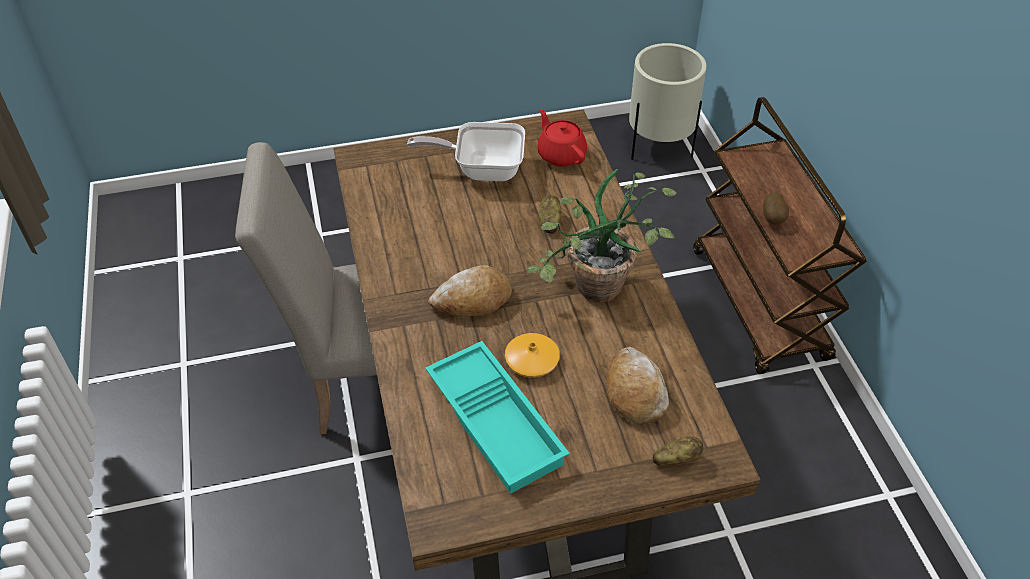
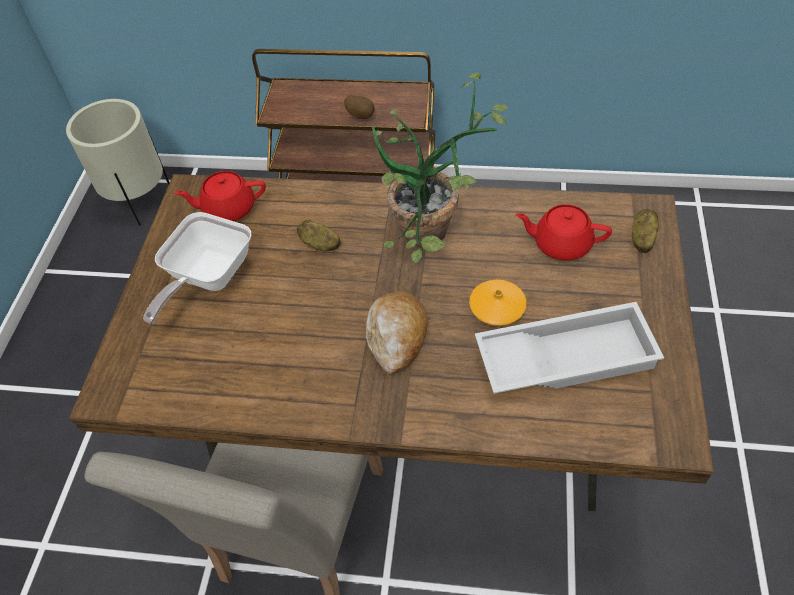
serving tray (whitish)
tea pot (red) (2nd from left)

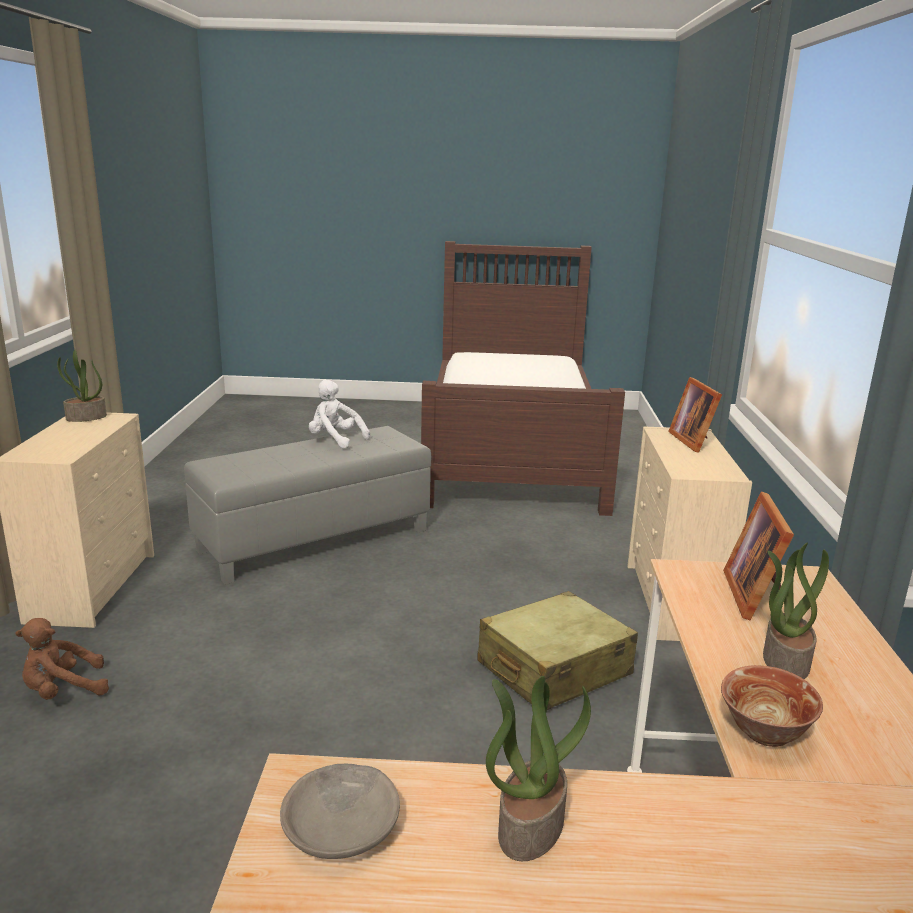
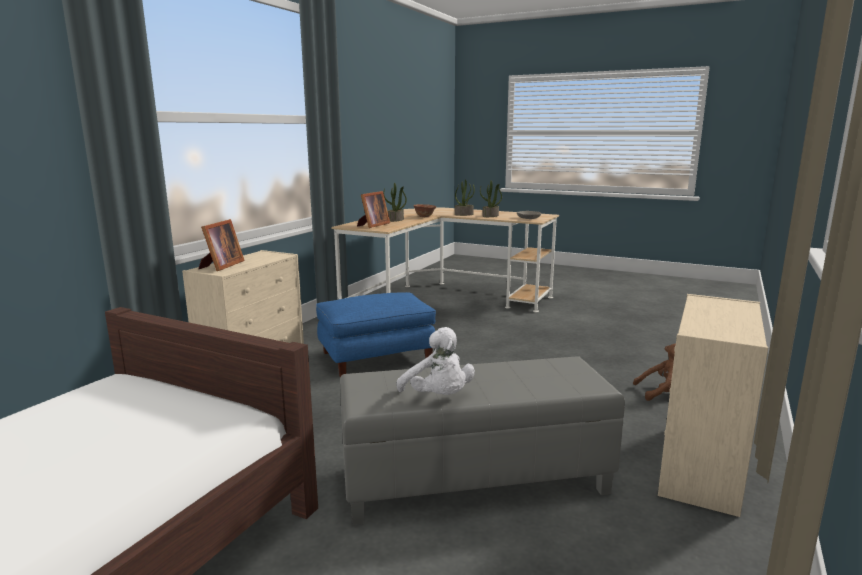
houseplant (2nd from left)
pouffe (blue-coloured)

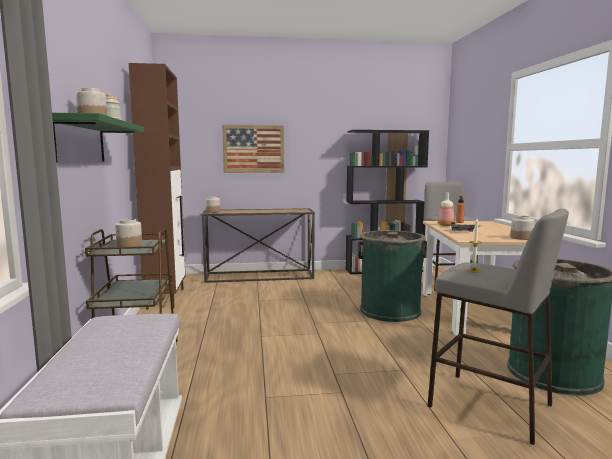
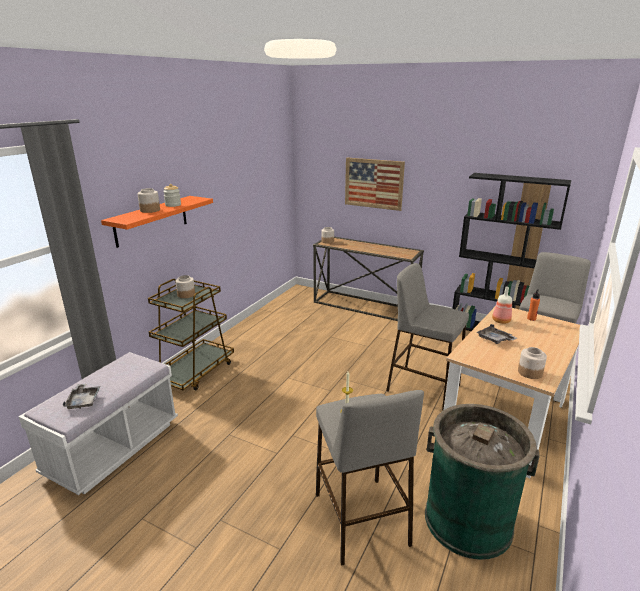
wall shelf (orange-coloured)
cabinet (brown)
stool seat (gray) (2nd from left)
serving tray (gray) (1st from left)

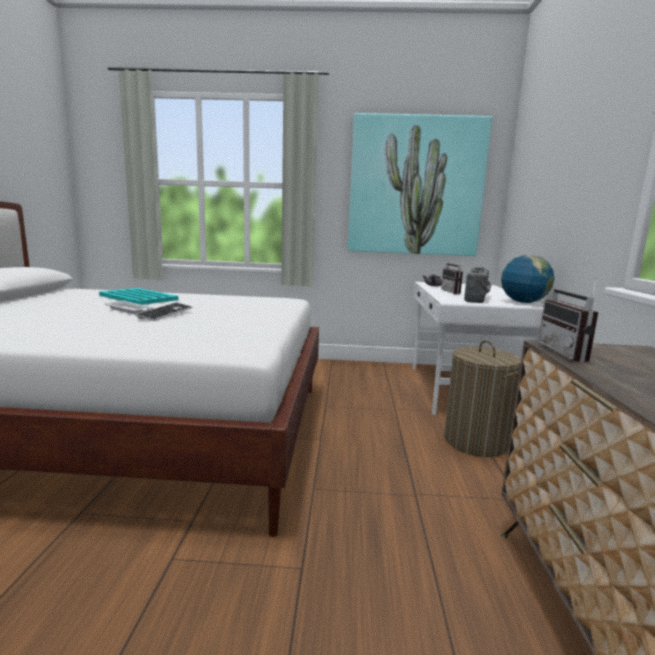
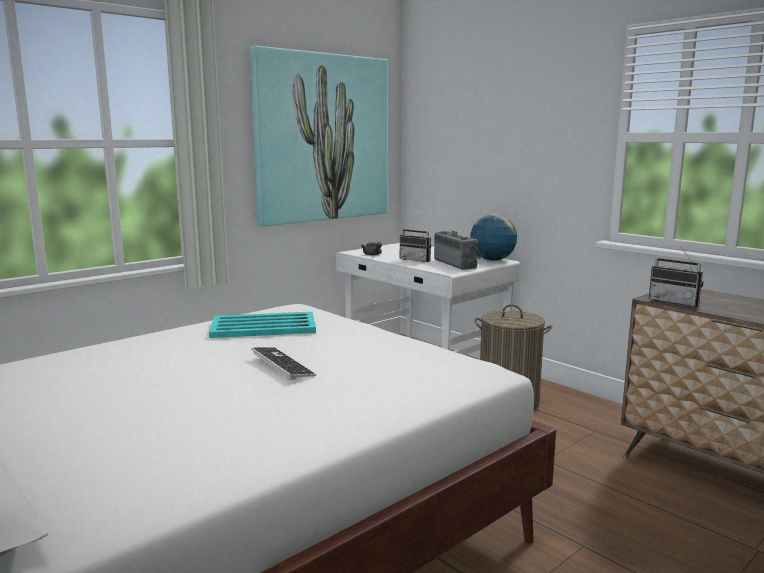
serving tray (turquoise-coloured)
serving tray (whitish)

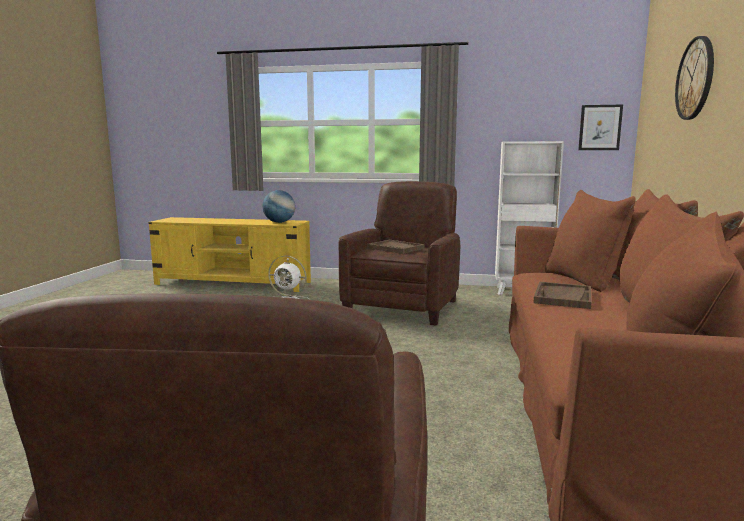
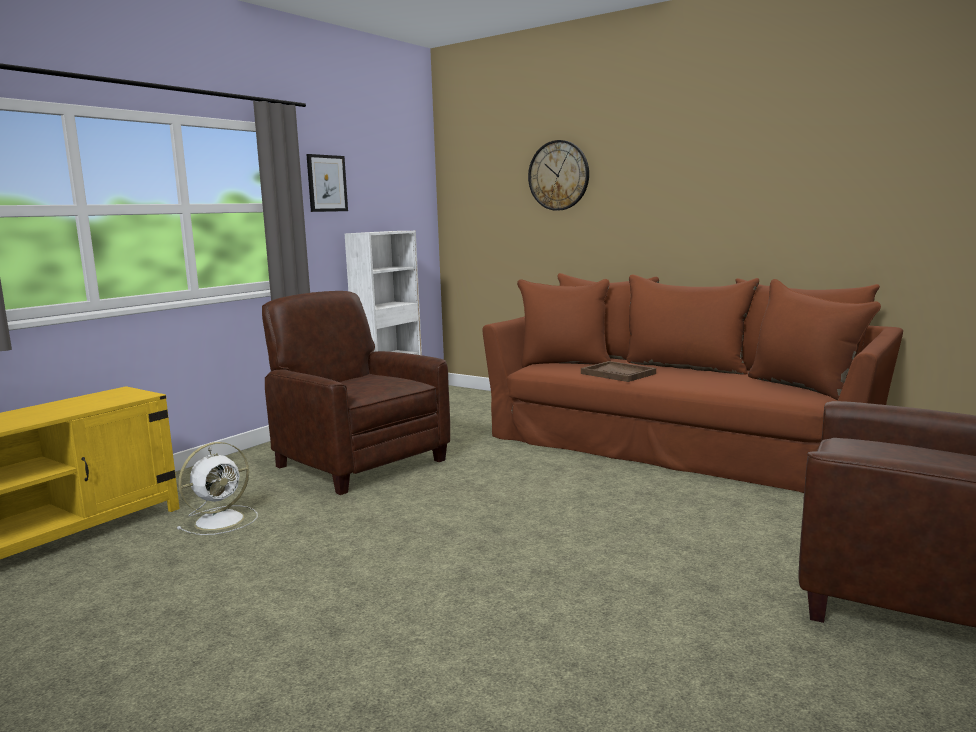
globe
serving tray (brown) (1st from left in the first image)
wall picture

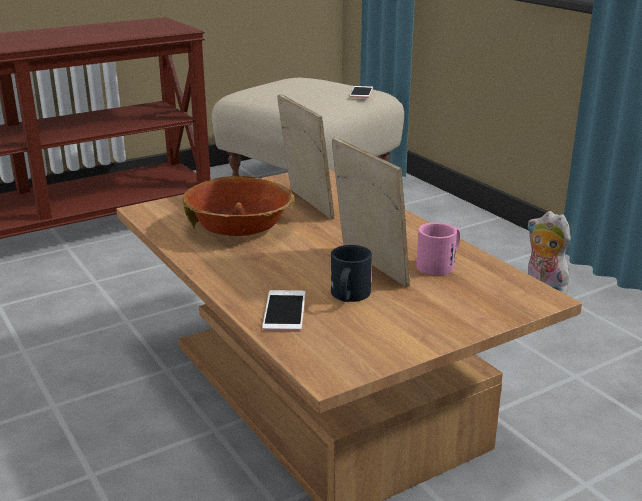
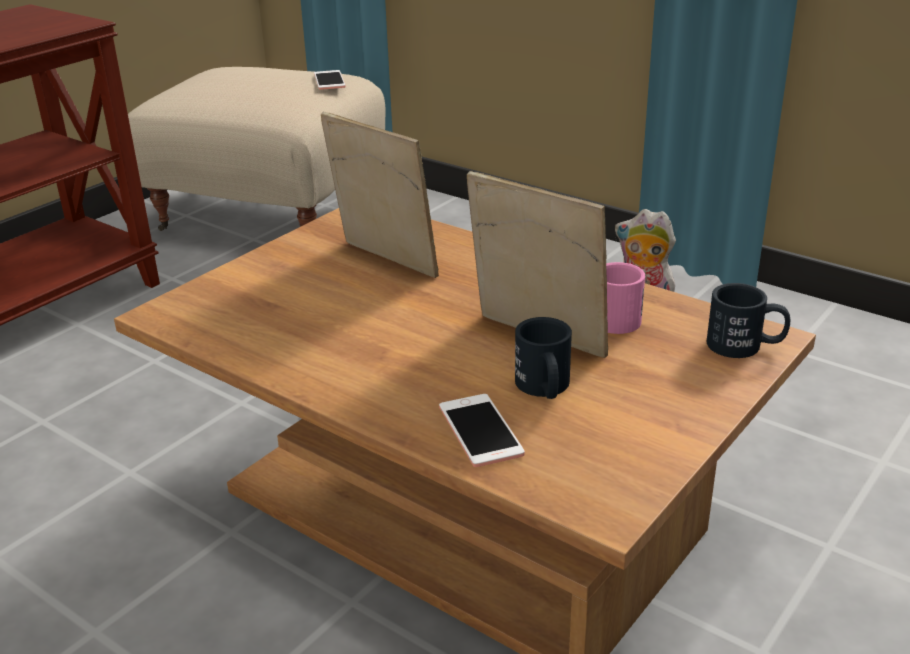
deep dish
tea mug (black-coloured) (2nd from left)

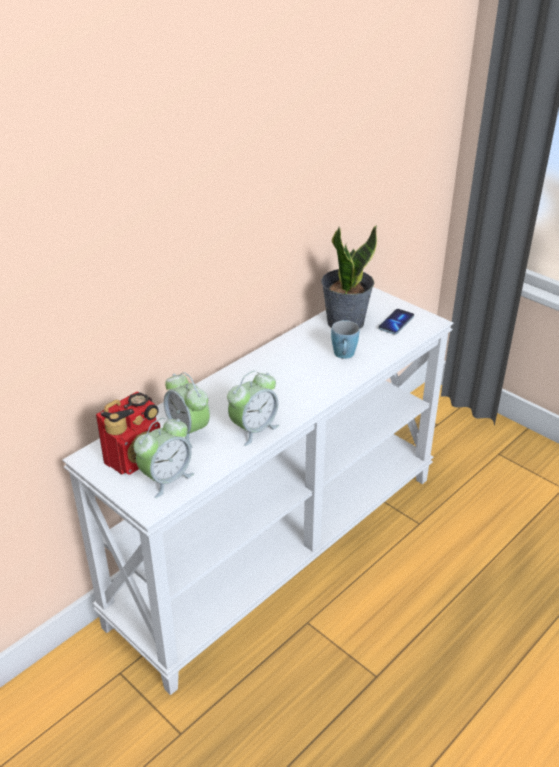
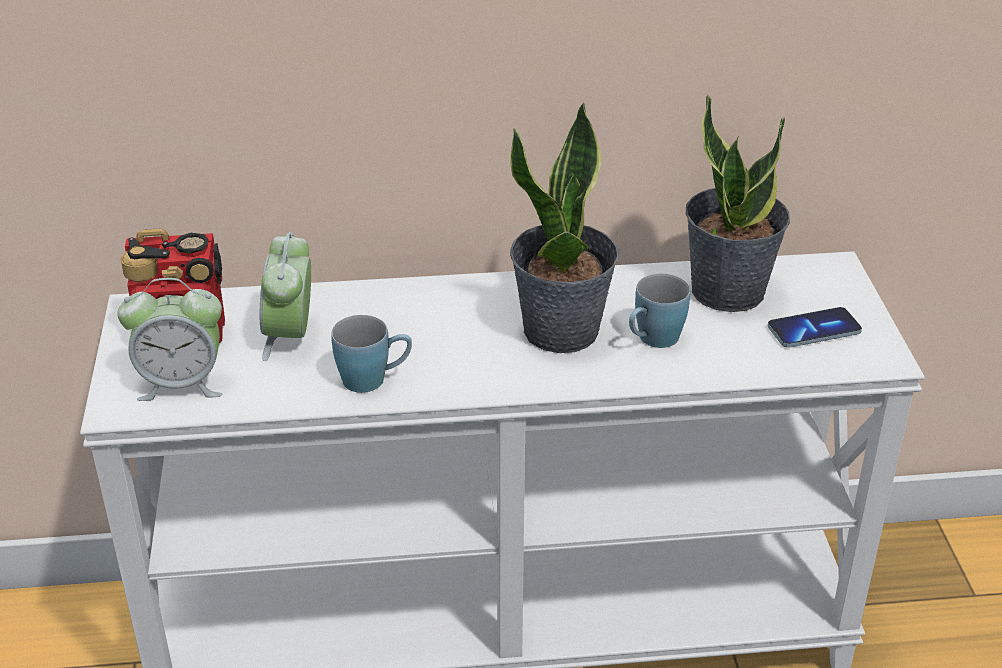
tea mug (blue-coloured) (1st from left)
houseplant (1st from left)

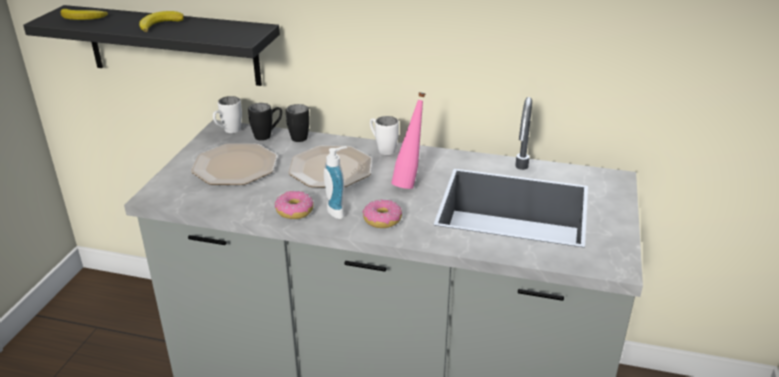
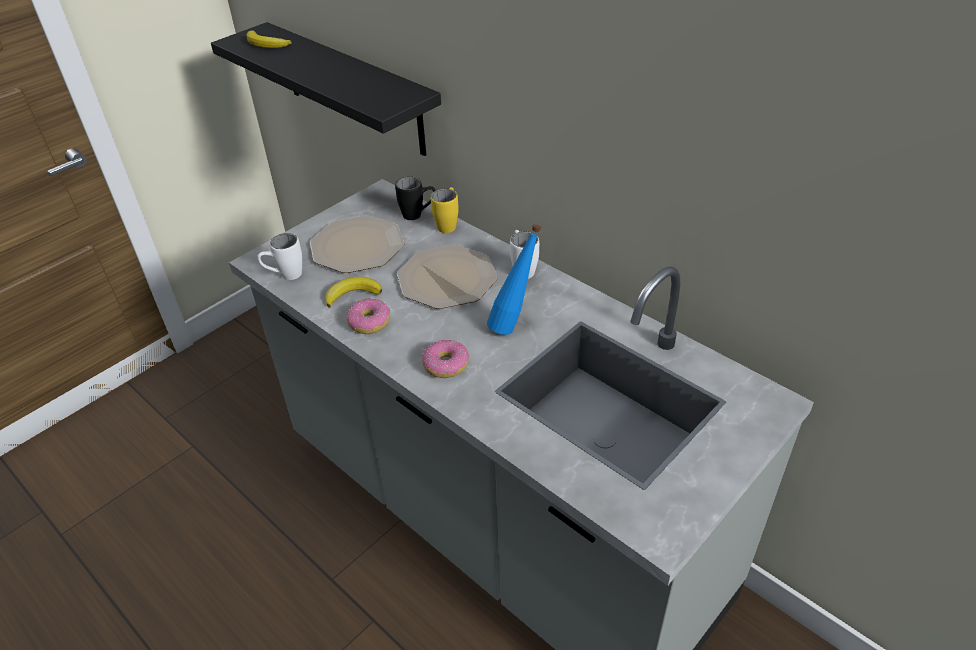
banana (2nd from left)
tea mug (whitish) (1st from left)
tea mug (yellow-coloured)
liquid soap bottle
drink bottle (blue-coloured)

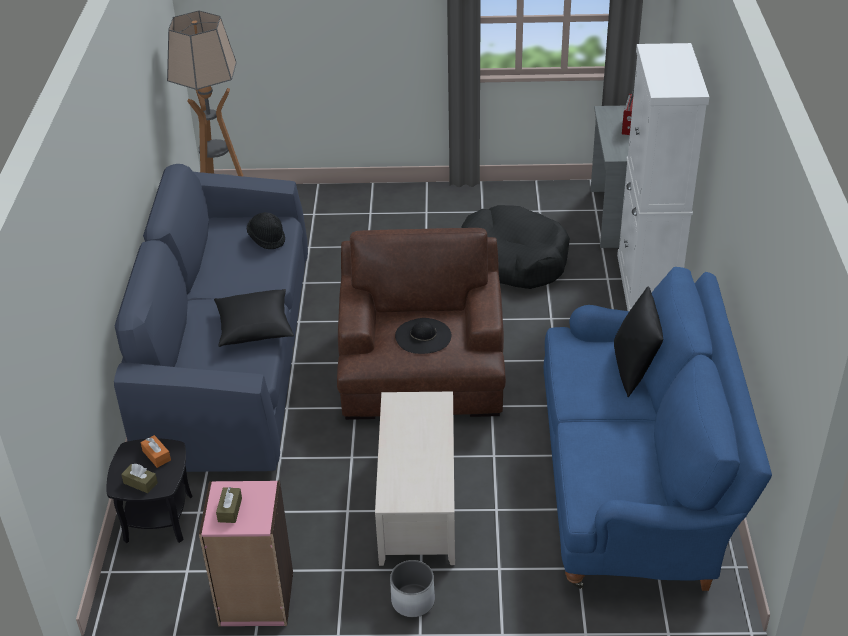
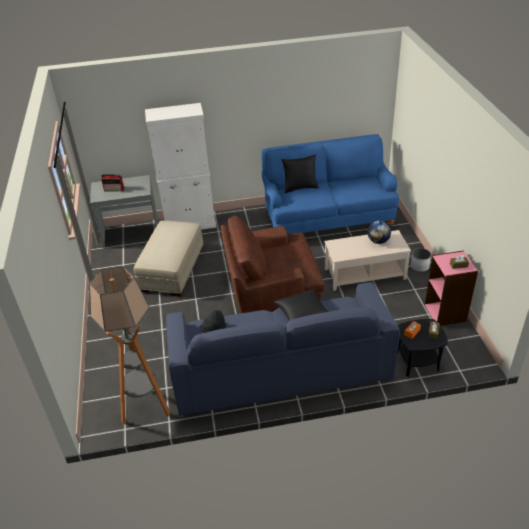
hat (black-coloured) (2nd from left in the first image)
pouffe (beige)
globe

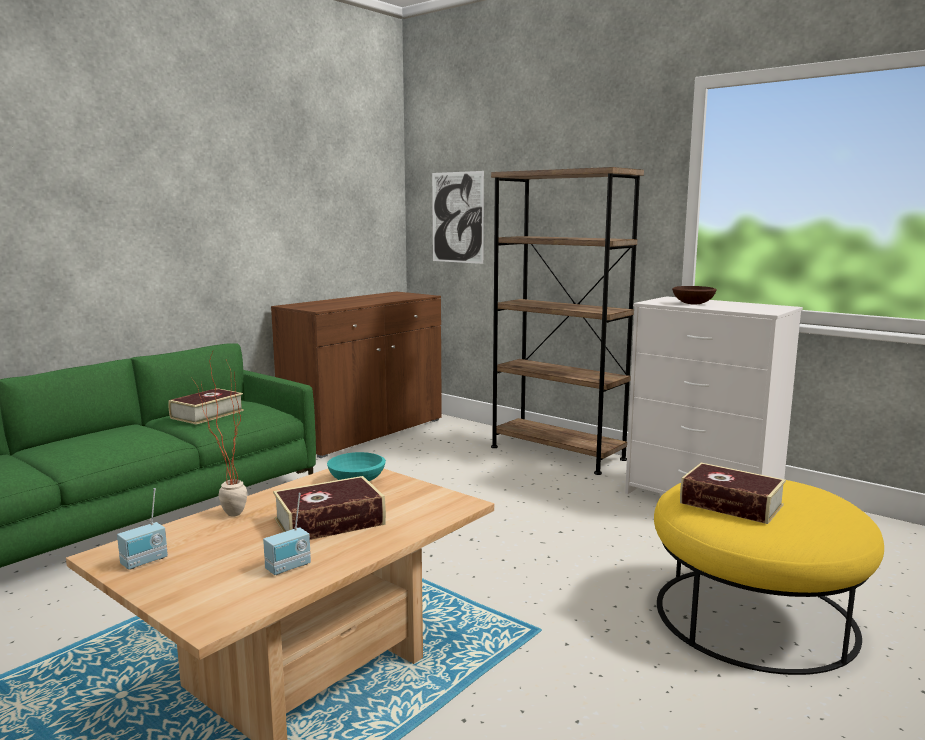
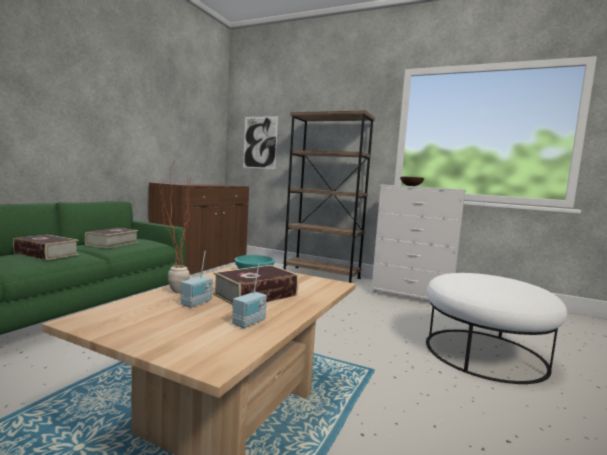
radio (1st from left)
pouffe (whitish)
volume (1st from left)

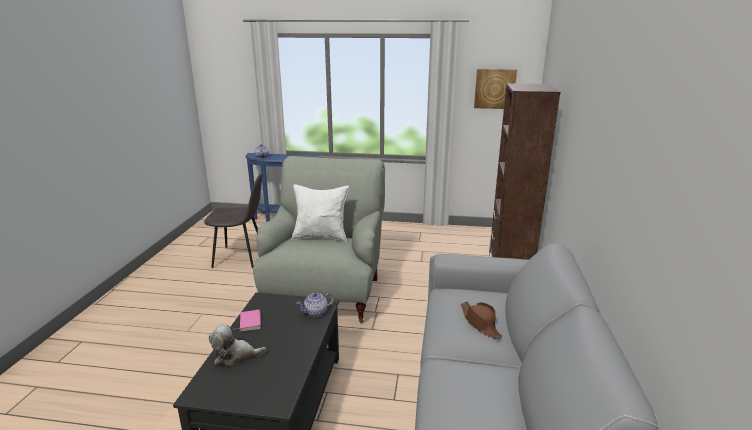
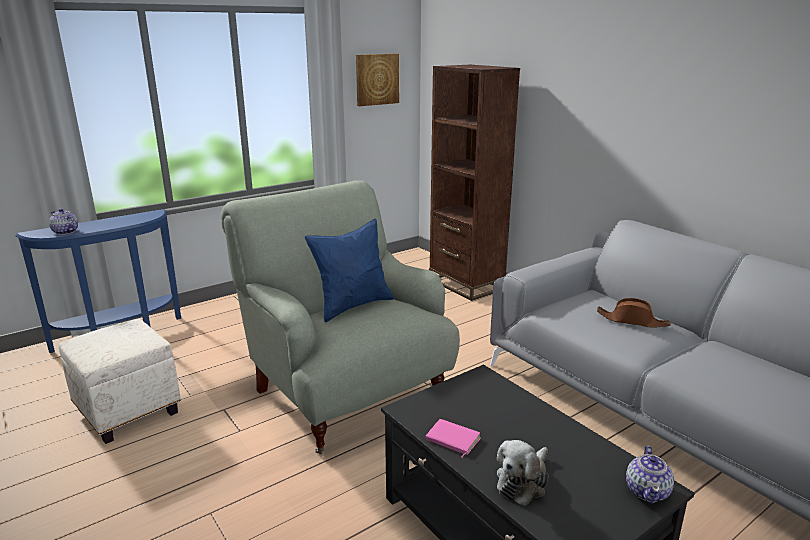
pouffe (whitish)
pillow (blue-coloured)
tea pot (2nd from left)

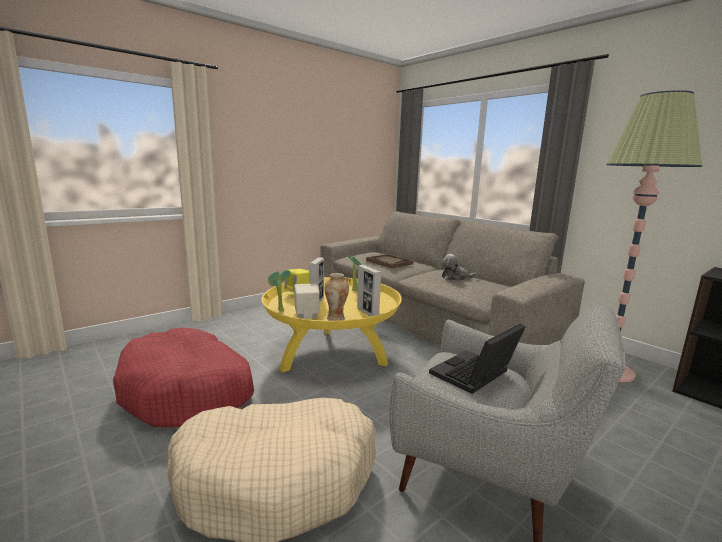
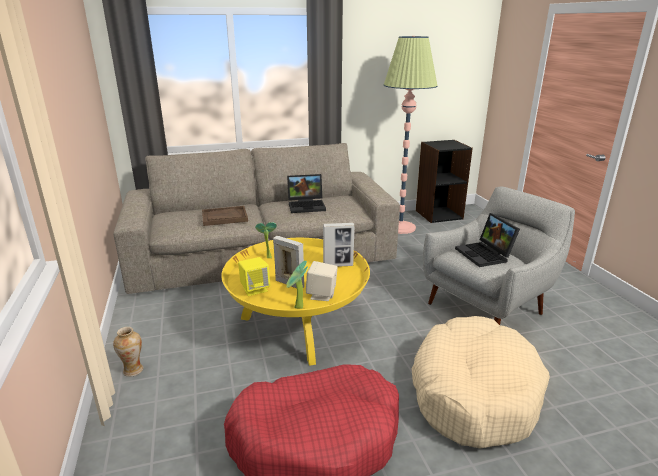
decorative vase
notebook computer (1st from left)

